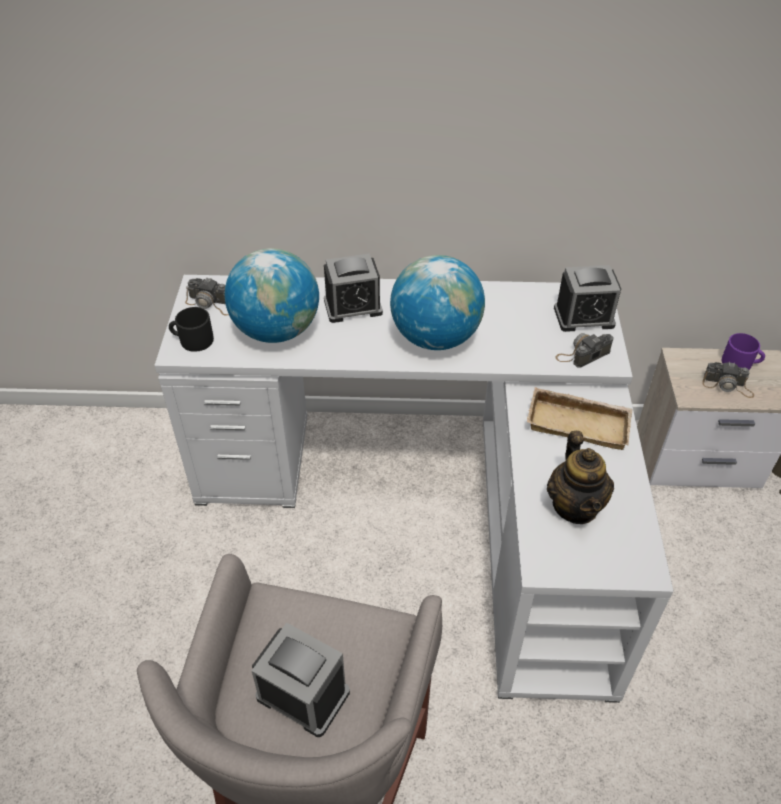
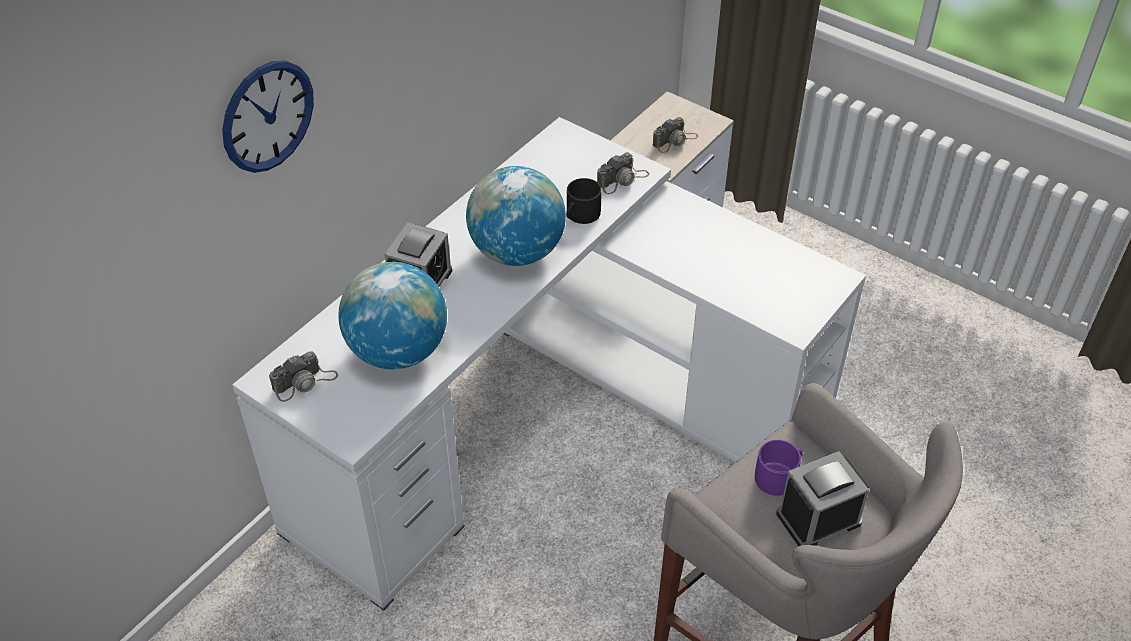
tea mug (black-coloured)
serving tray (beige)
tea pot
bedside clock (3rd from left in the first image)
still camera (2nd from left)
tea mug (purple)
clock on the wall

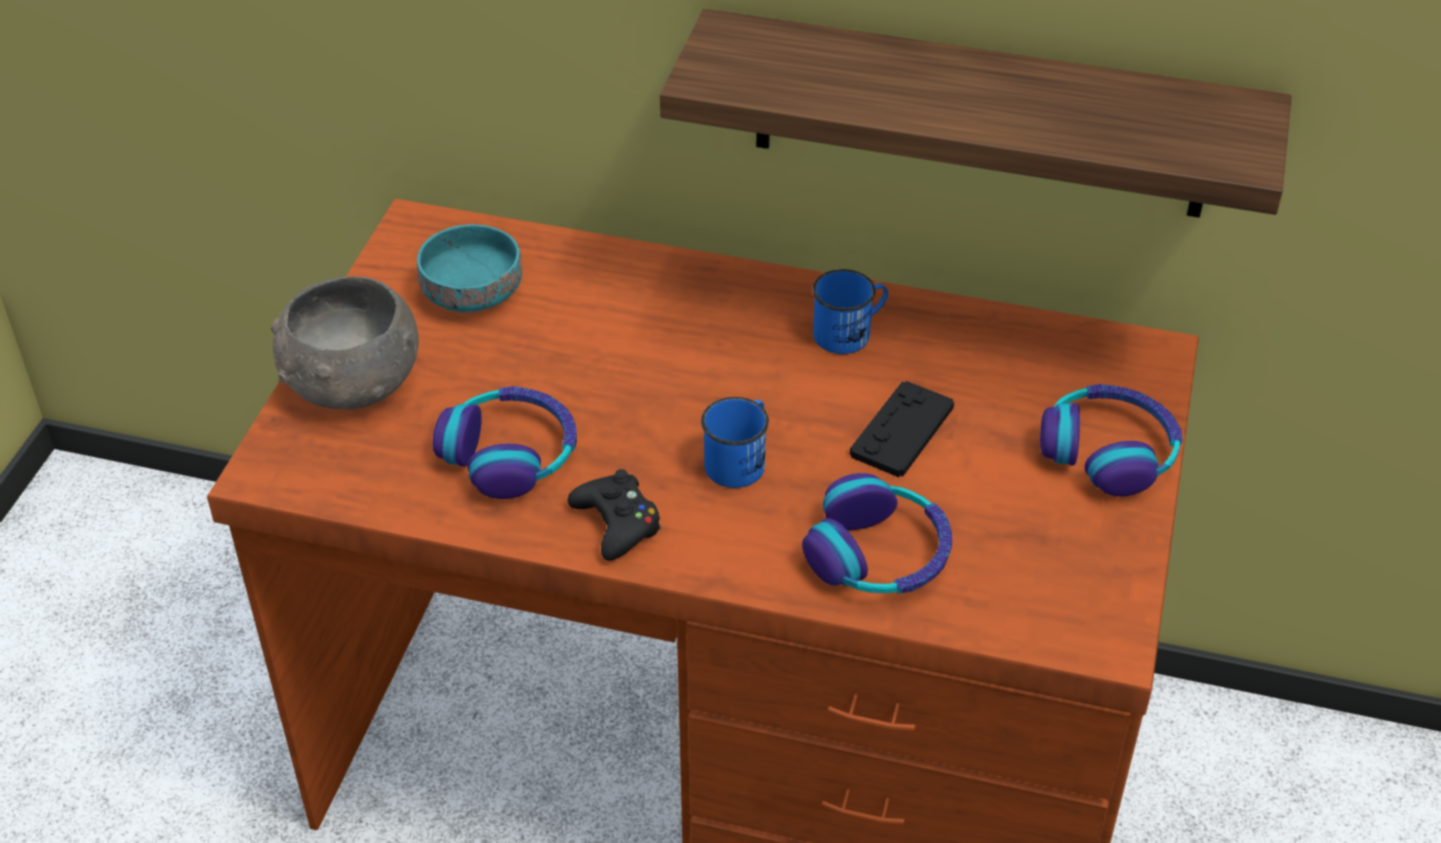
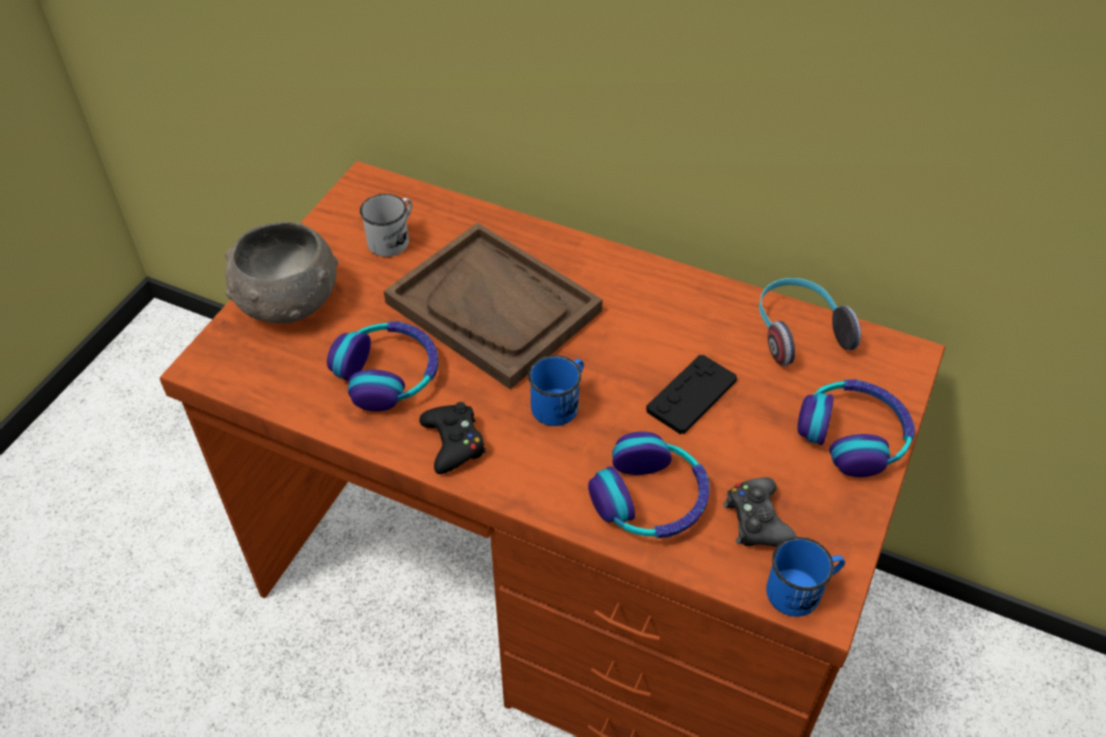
tea mug (whitish)
wall shelf
tea mug (blue-coloured) (2nd from left)
serving tray (brown)
joypad (black-coloured) (3rd from left)
pair of headphones (3rd from left)

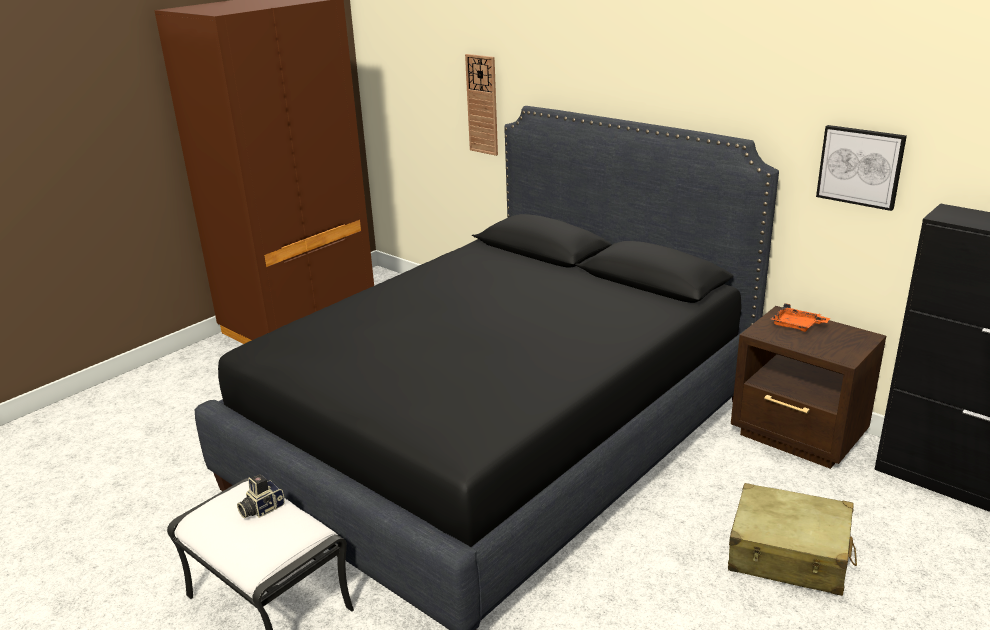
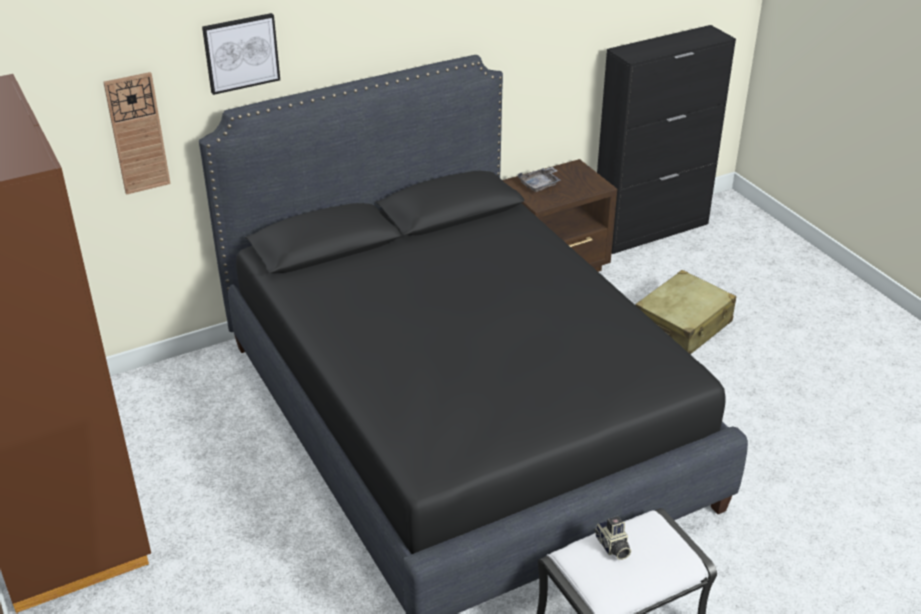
serving tray (gray)
wall picture

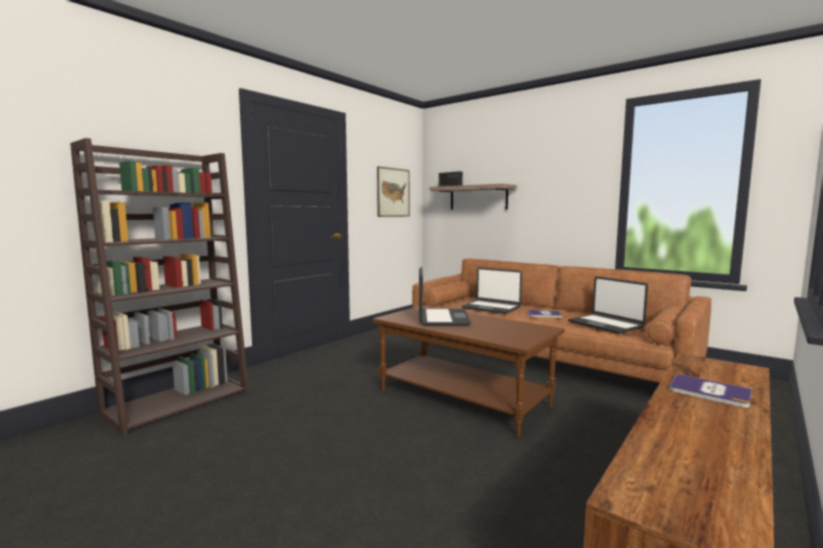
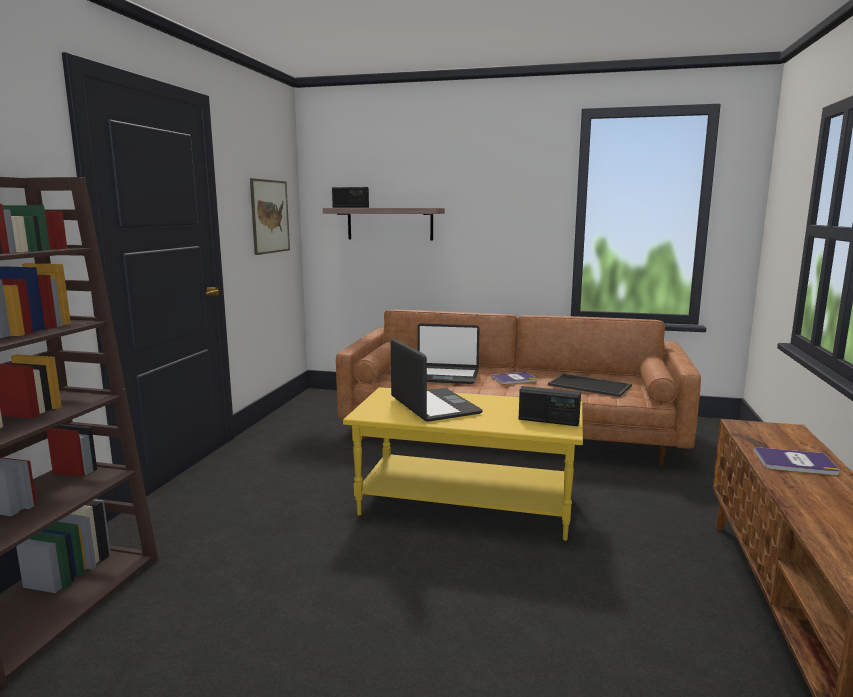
lounge table (yellow-coloured)
serving tray
radio (2nd from left)

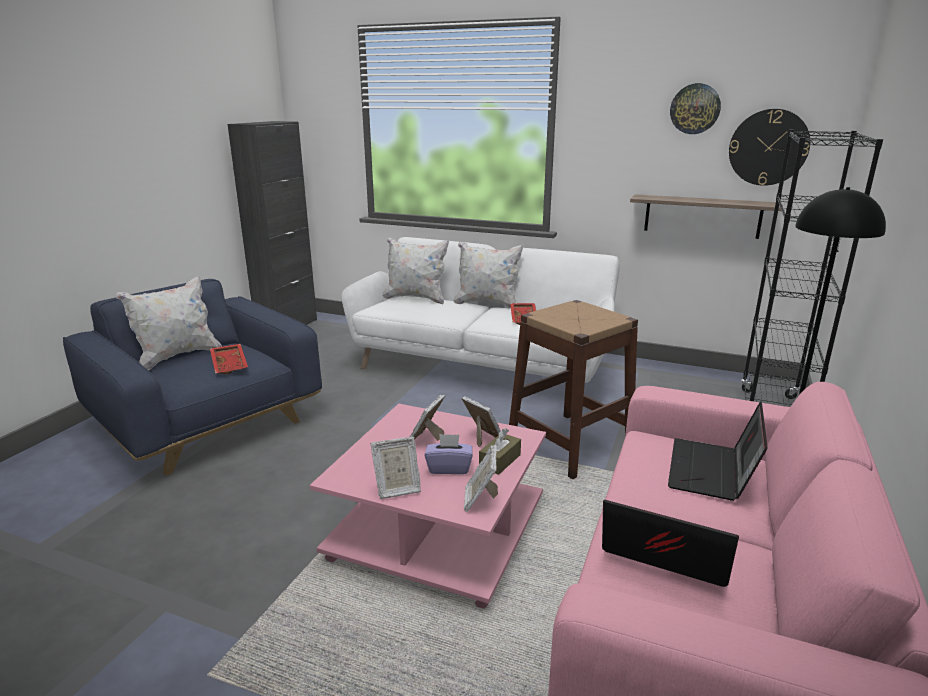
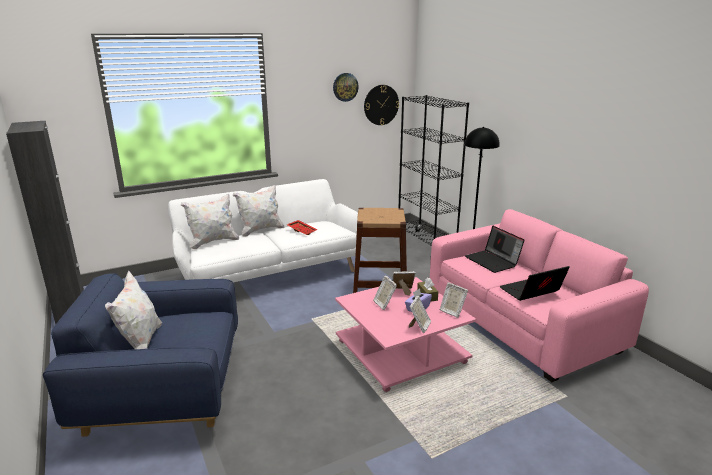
serving tray (red) (1st from left in the first image)
wall shelf

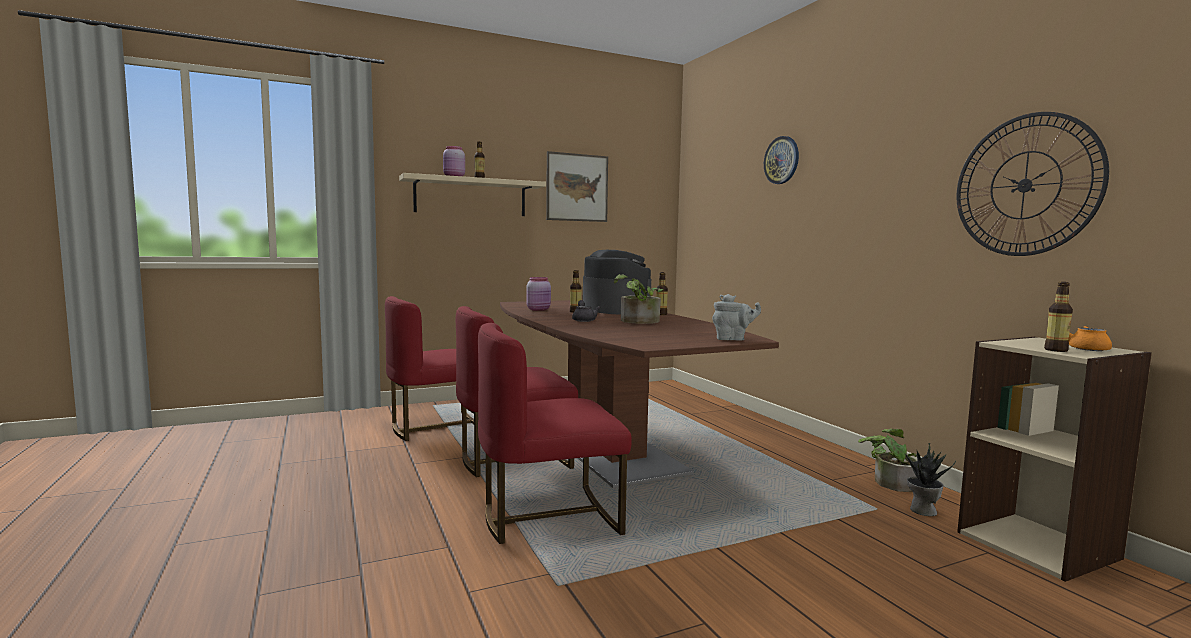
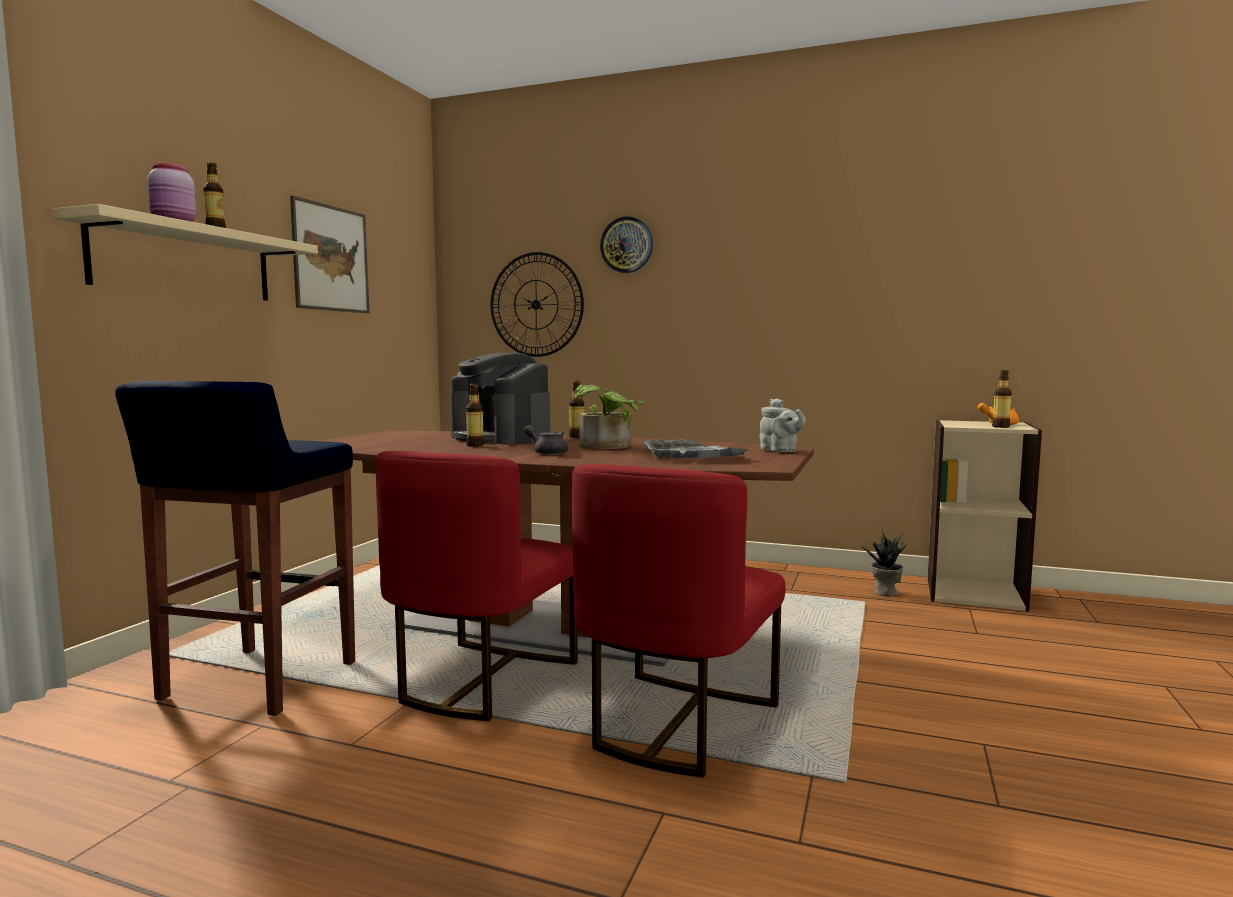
stool seat (blue-coloured)
jar (pinkish) (2nd from left in the first image)
coffee brewer
tea pot (gray) (2nd from left)
houseplant (2nd from left in the first image)
clock on the wall (1st from left)
serving tray (gray)

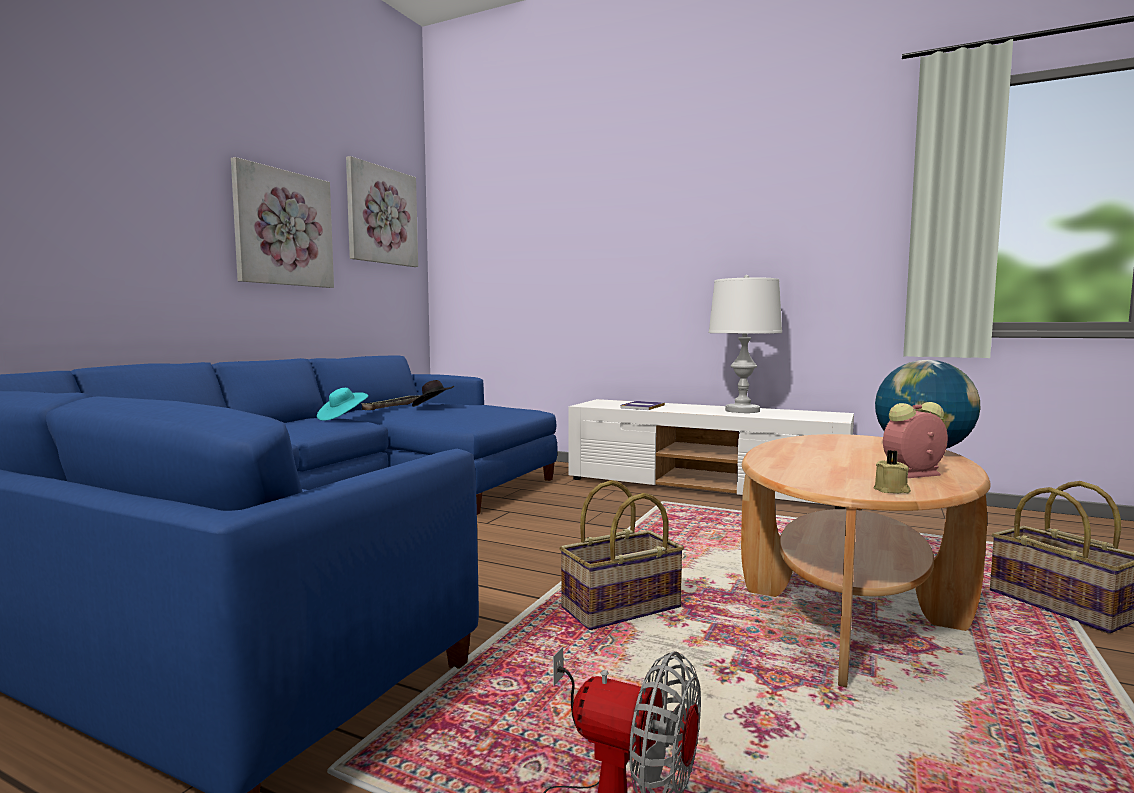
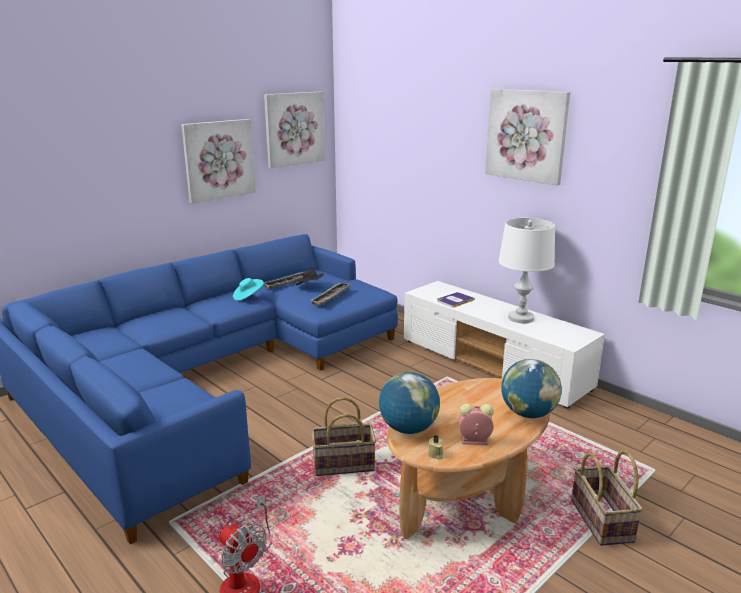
serving tray (2nd from left)
globe (1st from left)
wall picture (3rd from left)

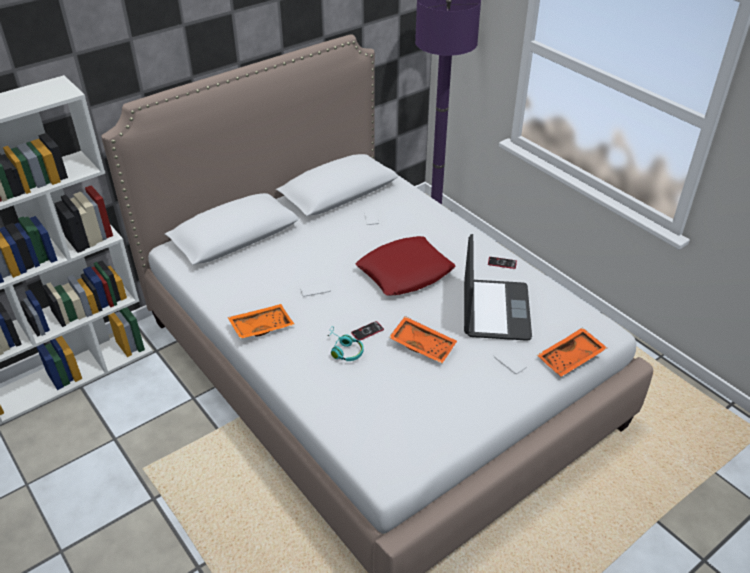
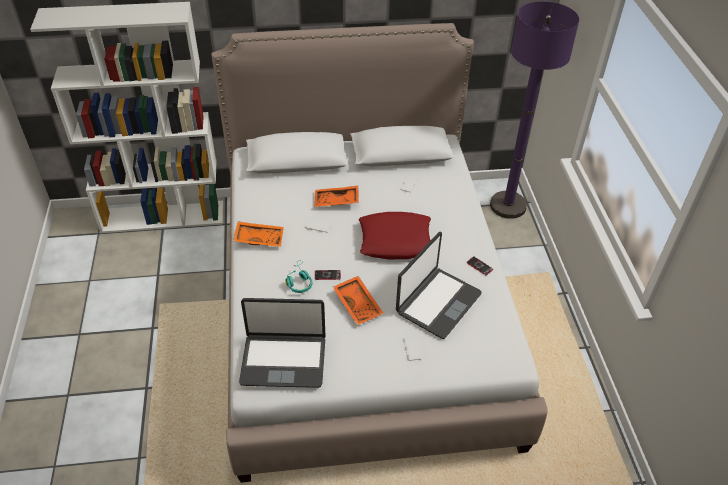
serving tray (orange-coloured) (2nd from left)
notebook computer (1st from left)

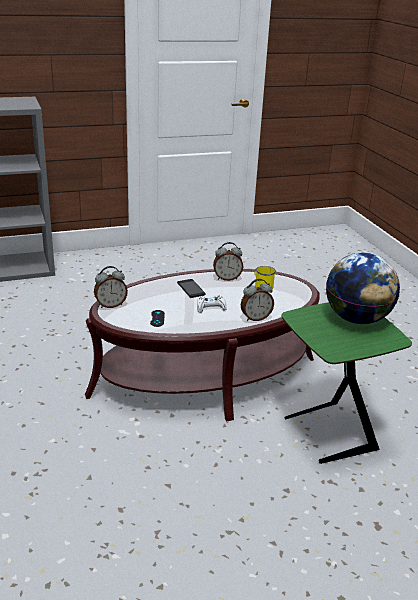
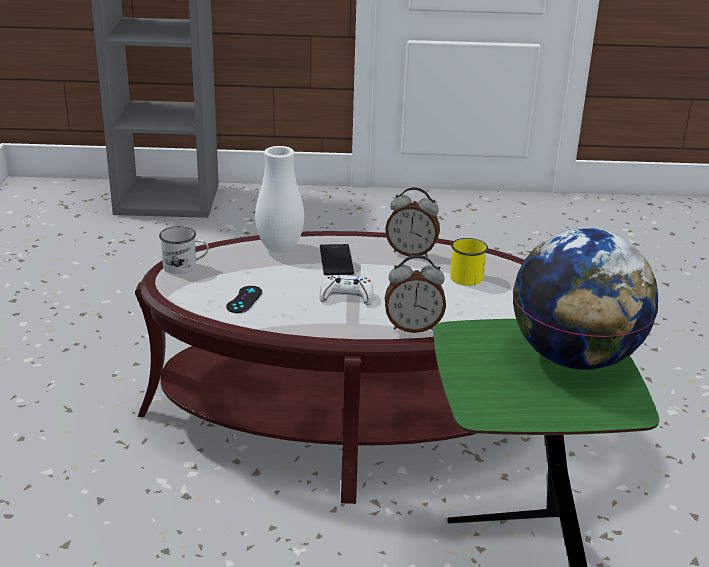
tea mug (whitish)
decorative vase (whitish)

